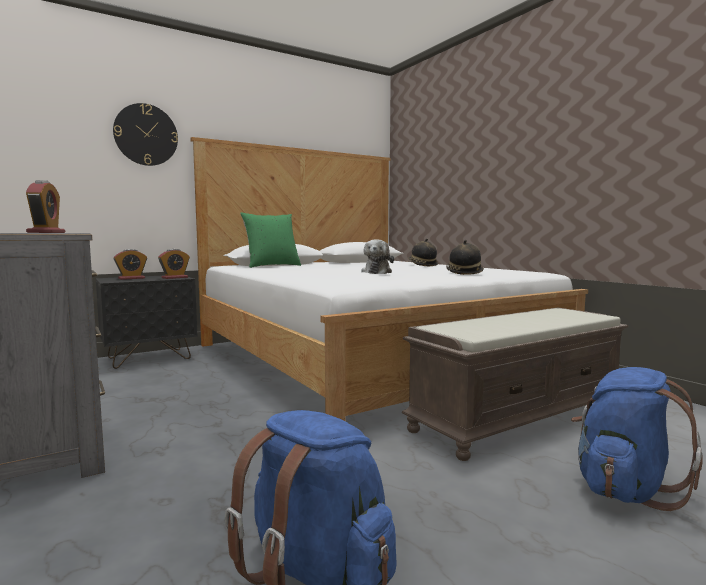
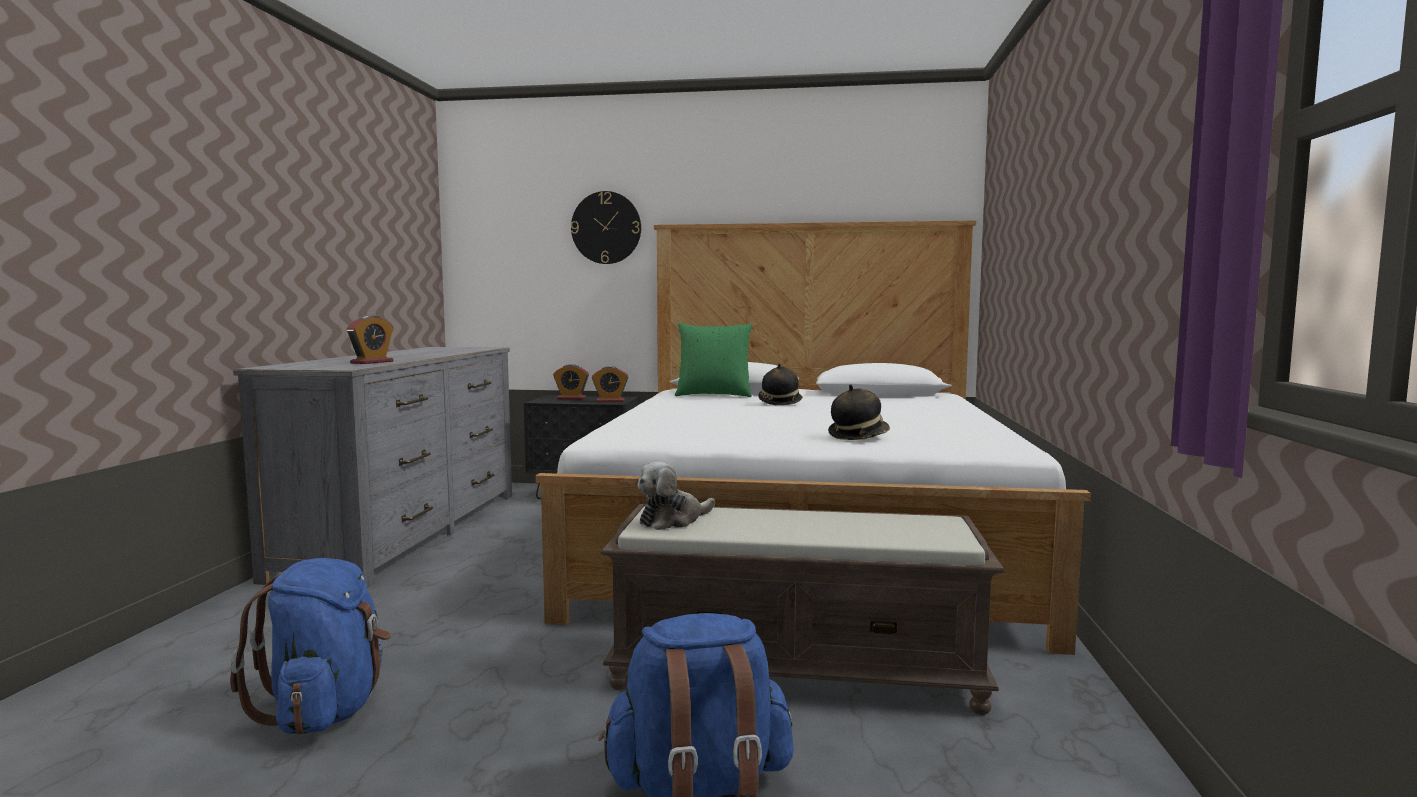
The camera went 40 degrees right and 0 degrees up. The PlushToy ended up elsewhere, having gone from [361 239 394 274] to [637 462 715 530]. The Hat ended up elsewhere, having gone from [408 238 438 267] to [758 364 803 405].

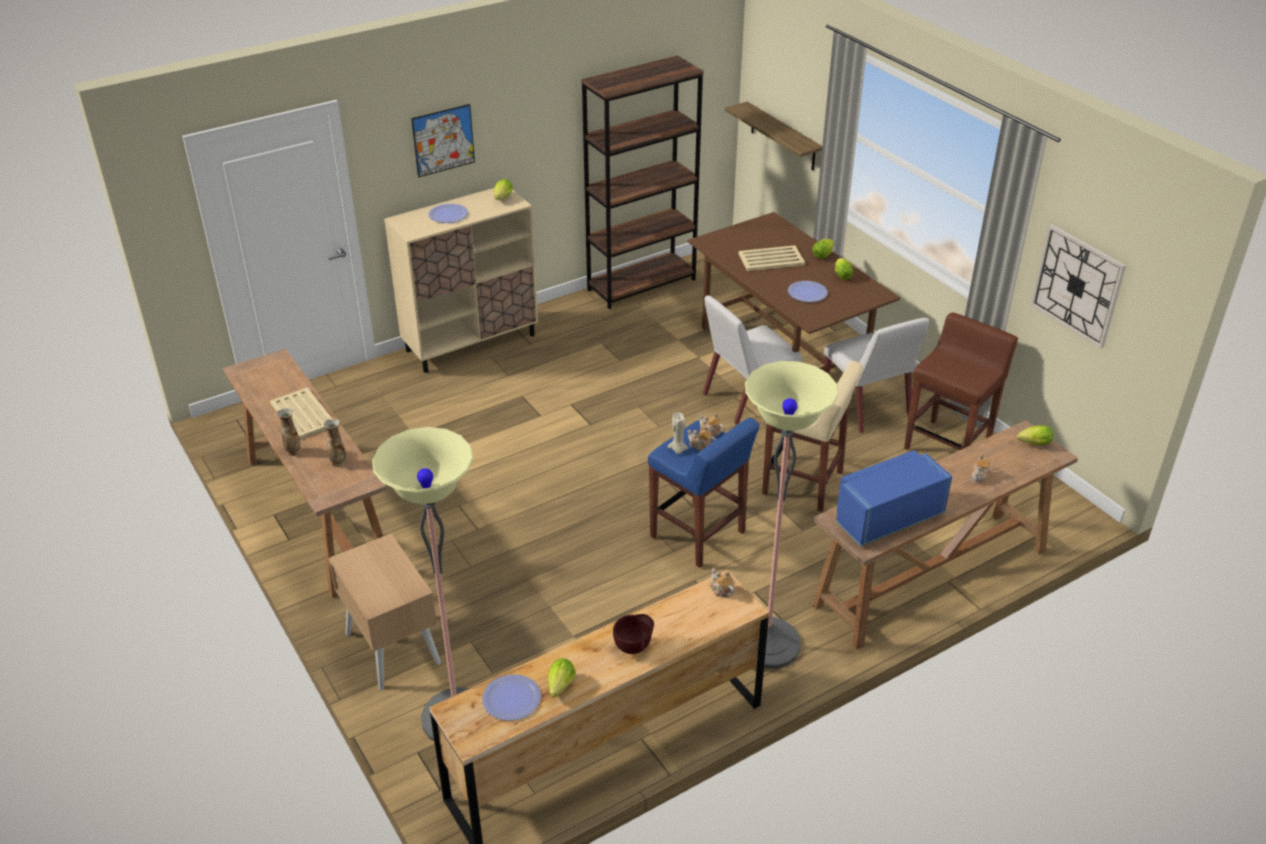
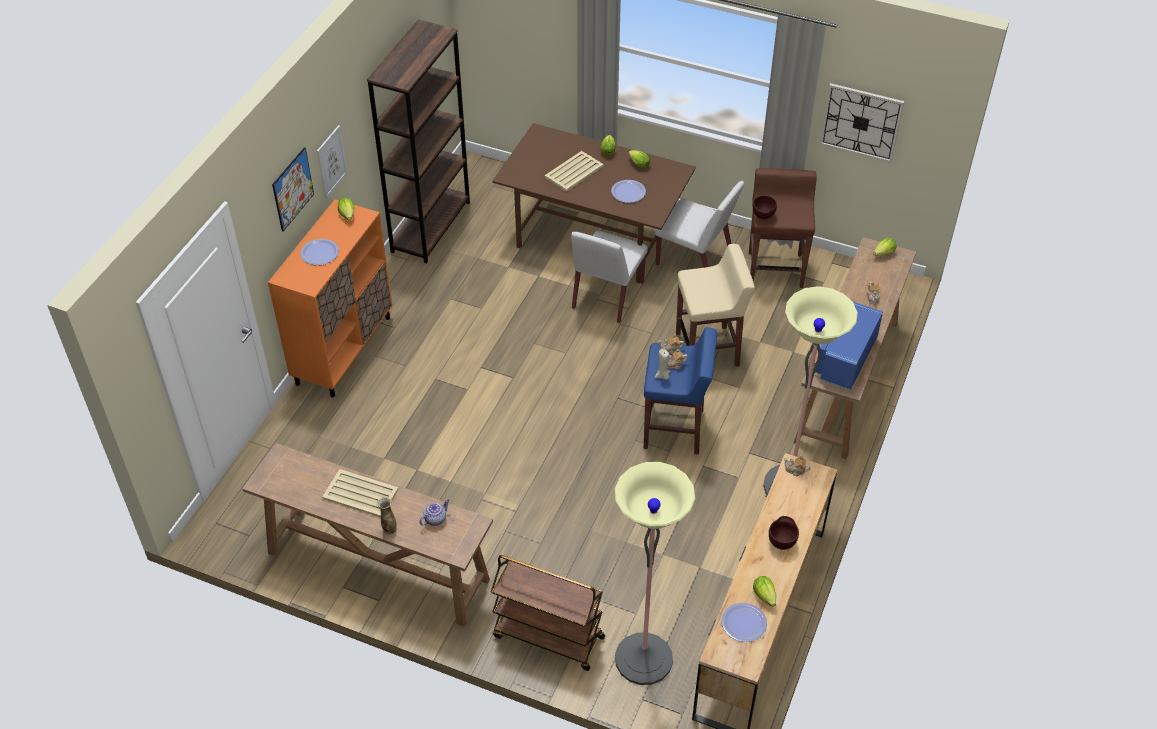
The camera went 35 degrees left and 10 degrees up. Where the Vase stood at [323 419 346 467], the Teapot came to stand at [419 500 449 526]. Where the BeigeNightstand stood at [328 534 441 690], the BrownCart came to stand at [491 555 605 671]. What was the BeigeCabinet at [384 188 538 373] turned into the OrangeCabinet at [268 199 393 398]. The second view lost the Shelf at [725 102 822 171]. The second view gained the Picture at [317 125 347 199]. The second view gained the BrownBowl at [753 195 777 219].

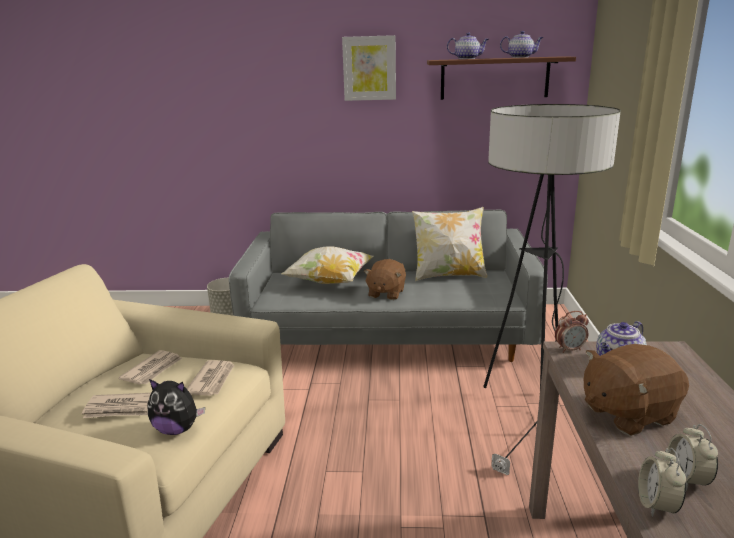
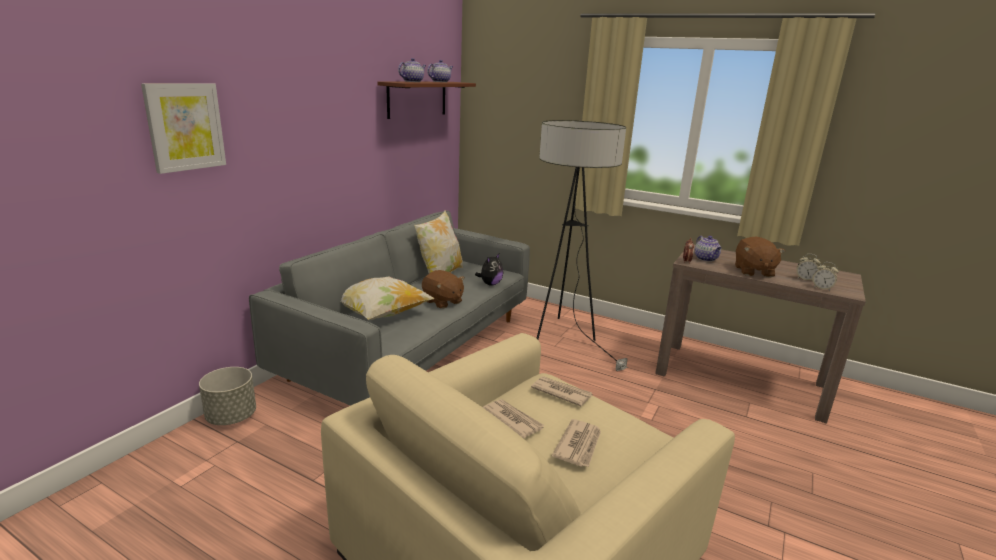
The camera went 65 degrees left and 0 degrees up. The PlushToy ended up elsewhere, having gone from [148 379 205 435] to [475 254 503 286]. The Picture ended up elsewhere, having gone from [342 35 396 101] to [141 83 226 174].

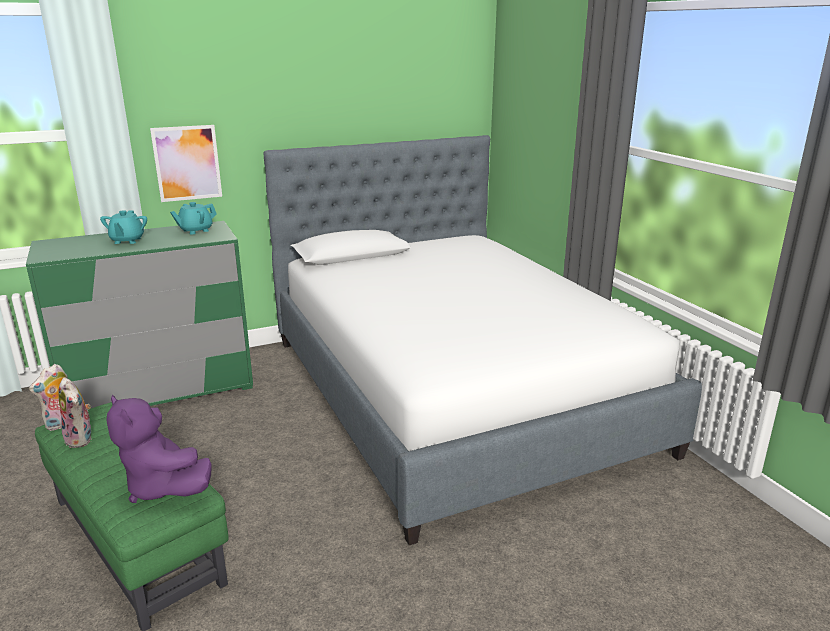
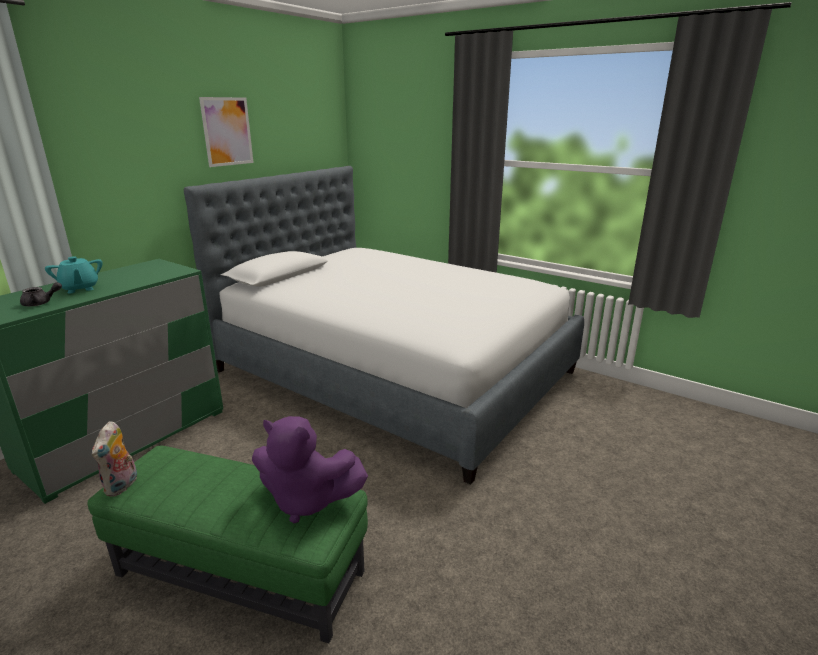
The camera went 30 degrees left and 0 degrees up. The second view lost the PlushToy at [58 377 92 448]. The Picture ended up elsewhere, having gone from [150 125 222 202] to [199 97 254 167]. The second view lost the TurquoiseTeapot at [170 202 216 235]. The second view gained the GreyTeapot at [20 282 62 306].

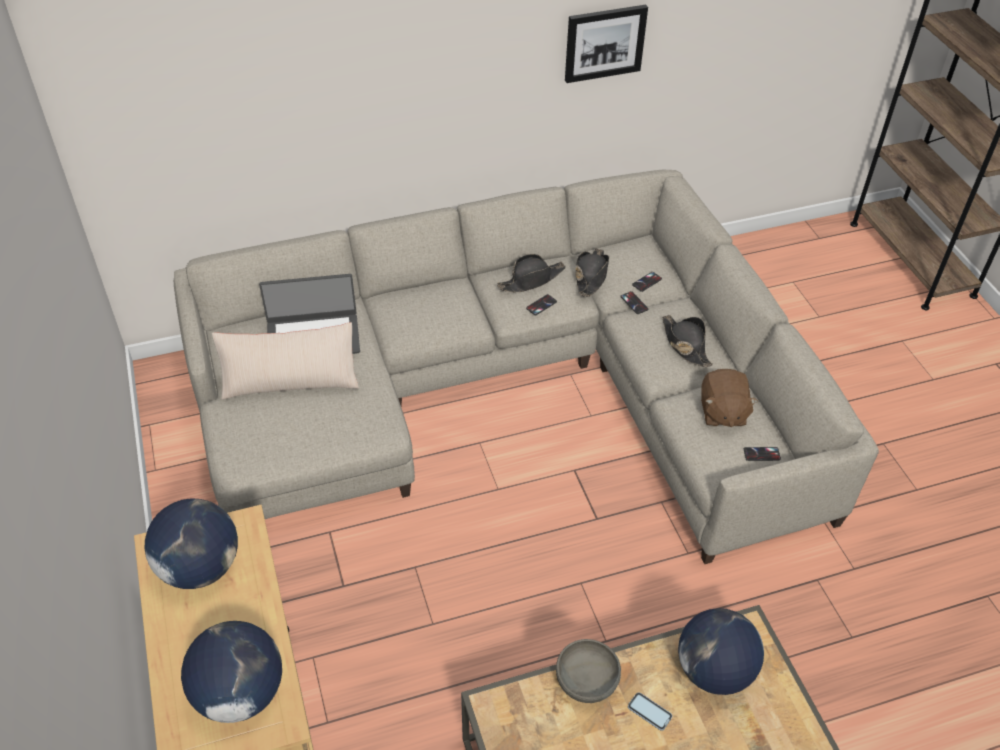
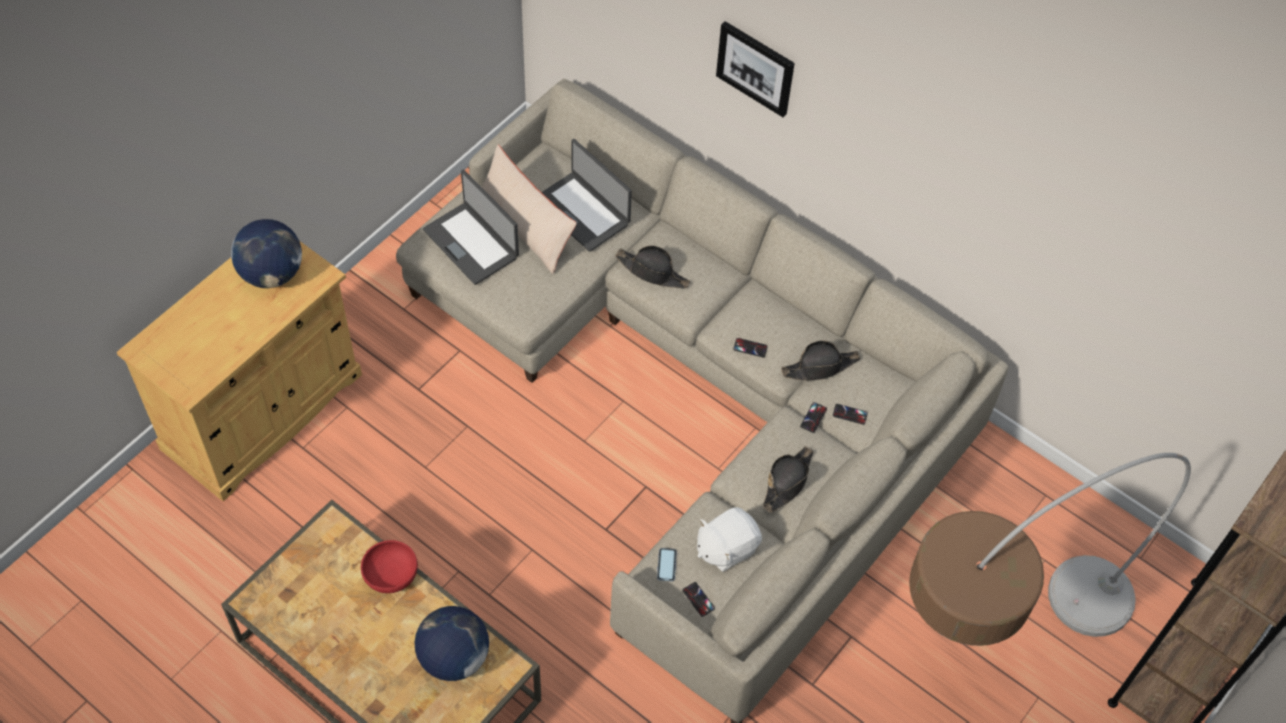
The camera went 55 degrees right and 10 degrees up. The second view lost the Globe at [181 621 282 723]. The BlackHat ended up elsewhere, having gone from [497 254 566 292] to [615 245 690 288]. What was the GreyBowl at [556 639 621 703] turned into the RedBowl at [361 540 418 593]. The Picture ended up elsewhere, having gone from [565 5 648 83] to [716 21 795 117]. The Phone ended up elsewhere, having gone from [628 692 672 731] to [657 548 677 581]. What was the BrownPlushToy at [701 369 758 427] turned into the WhitePlushToy at [697 507 762 572]. The second view gained the Laptop at [423 170 519 285]. The second view gained the FloorLamp at [909 453 1191 646].

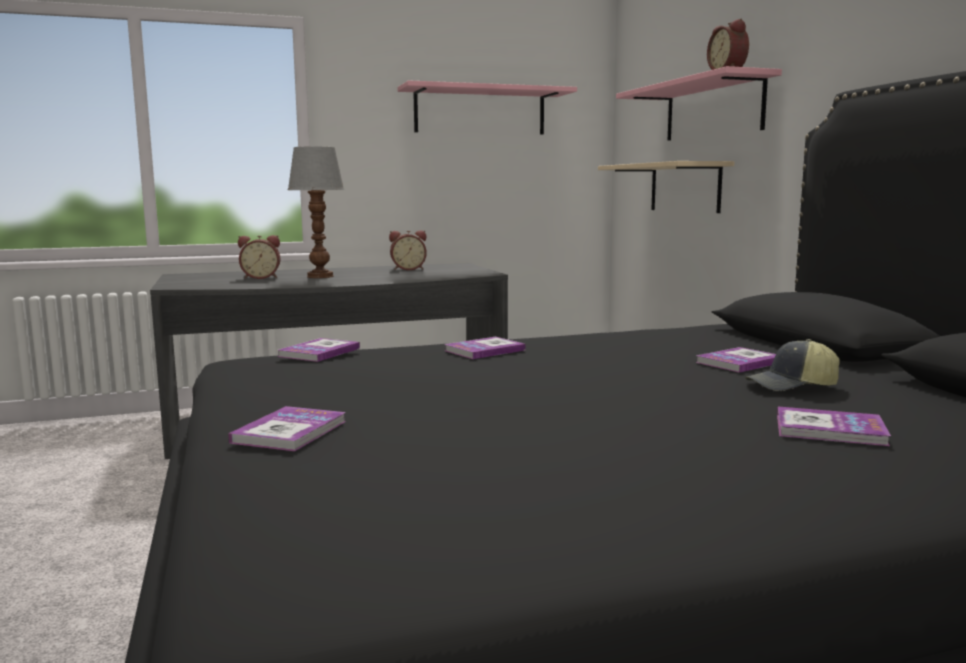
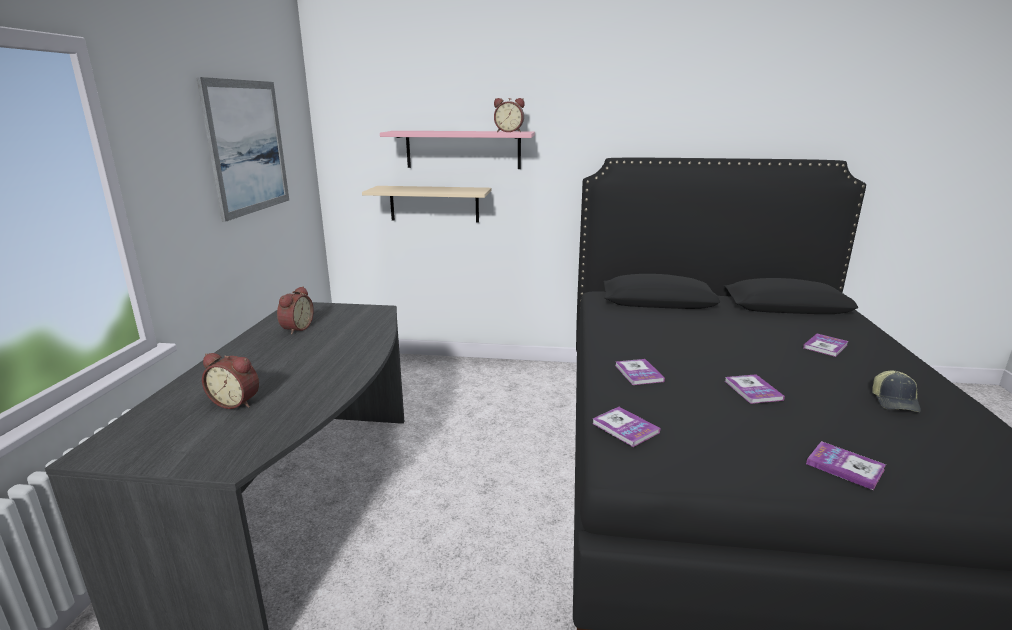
The camera went 65 degrees left and 10 degrees up. The AlarmClock at [238 235 280 279] ended up facing another way, 90 degrees clockwise from before. The second view lost the TableLamp at [288 146 344 278]. Where the PinkShelf hung at [397 80 577 135], the Picture came to hang at [196 77 289 222]. The Book ended up elsewhere, having gone from [696 347 776 373] to [725 374 785 404]. The Cap ended up elsewhere, having gone from [745 339 840 391] to [872 371 921 412].

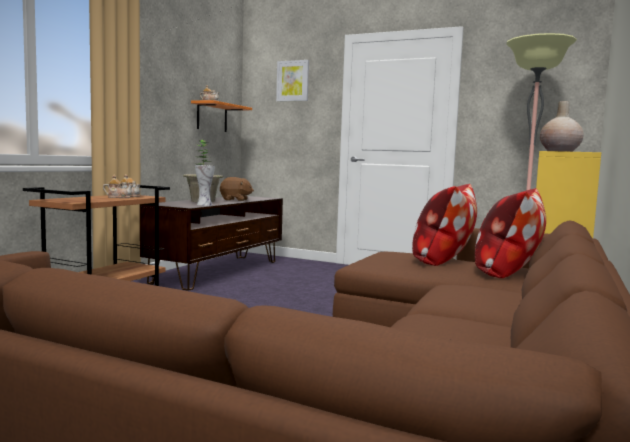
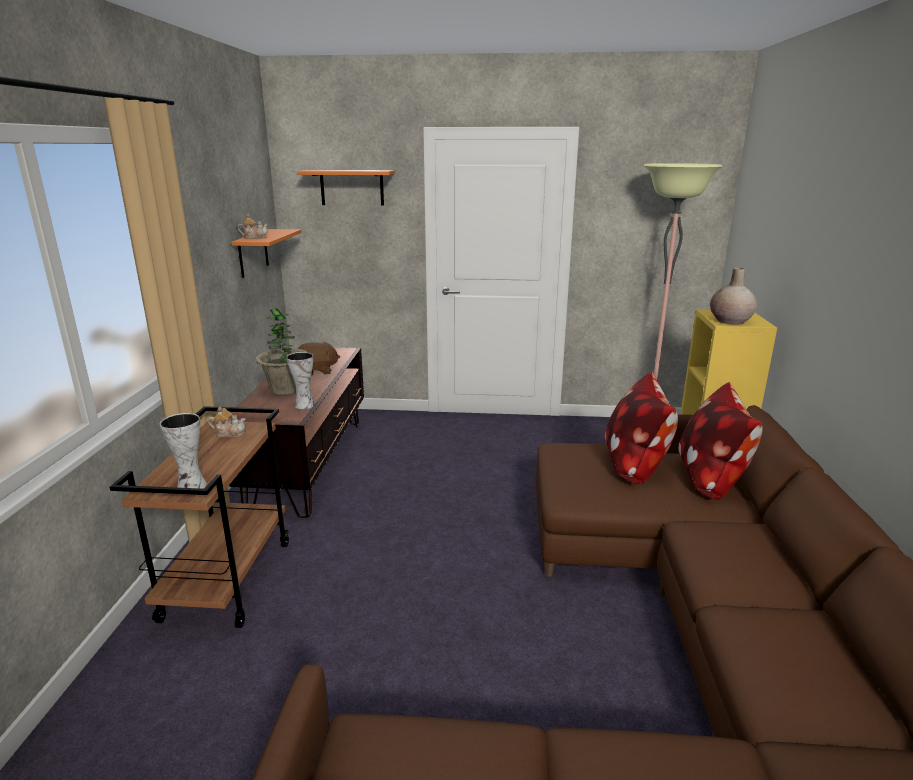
The camera went 20 degrees left and 15 degrees up. The second view lost the Teapot at [103 175 133 198]. Where the Picture hung at [276 60 309 102], the OrangeShelf came to hang at [297 170 395 206]. The second view gained the Vase at [160 413 207 489].

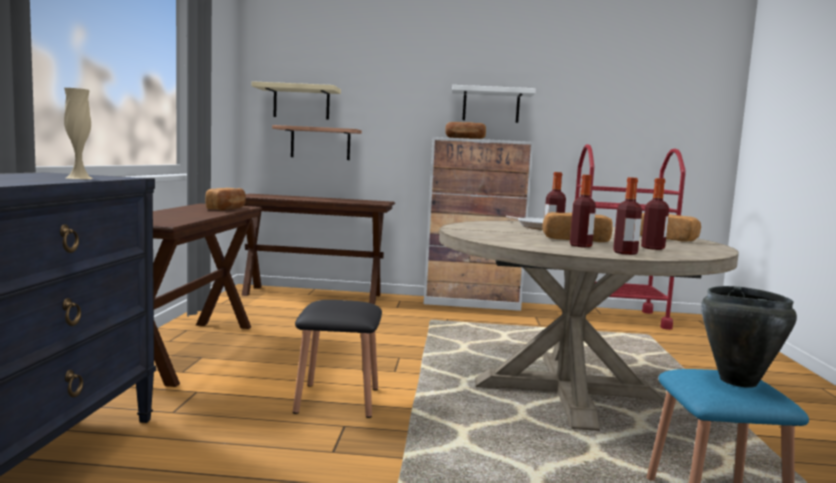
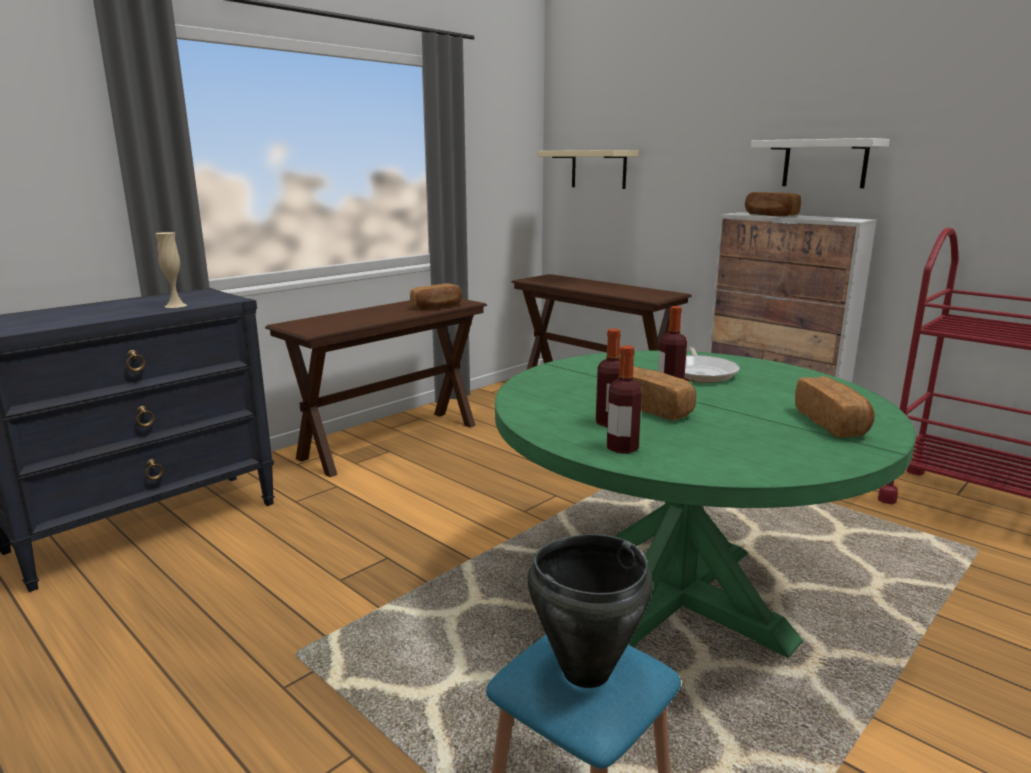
The camera went 40 degrees right and 10 degrees up. The second view lost the Shelf at [272 125 362 160]. The second view lost the BlackStool at [293 300 382 418]. What was the BeigeDiningTable at [439 221 739 431] turned into the GreenDiningTable at [495 350 916 658]. The second view lost the Bottle at [641 178 669 250].

